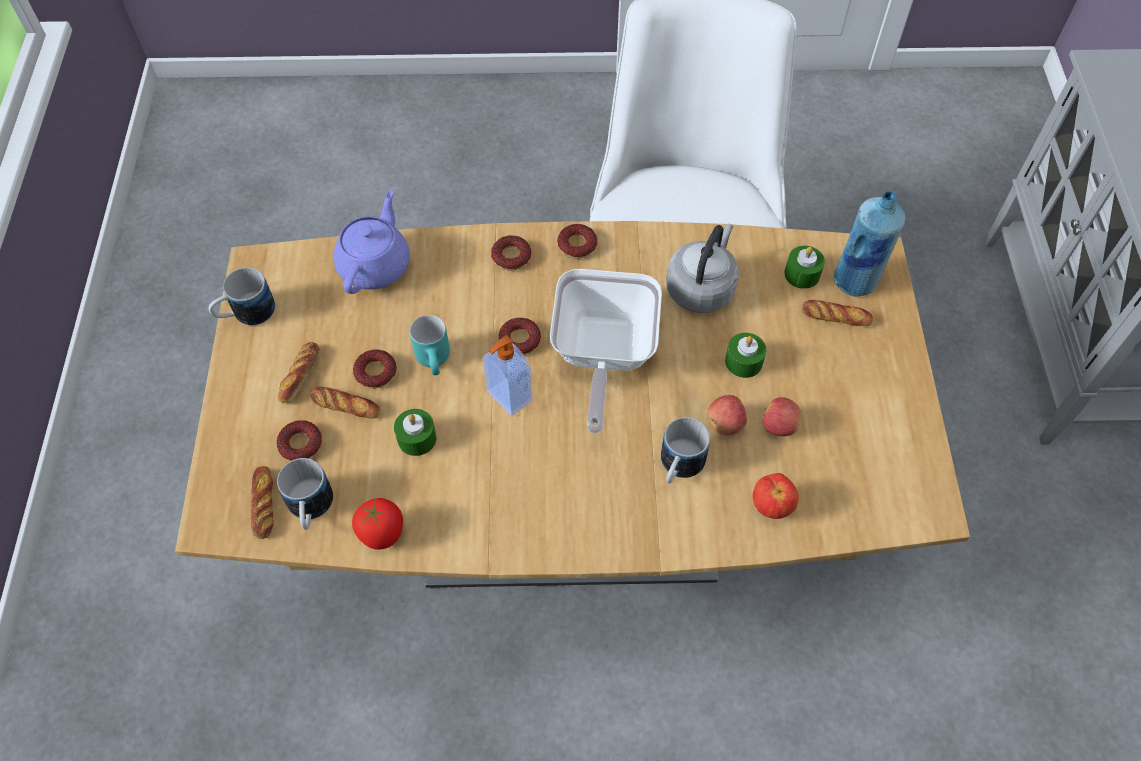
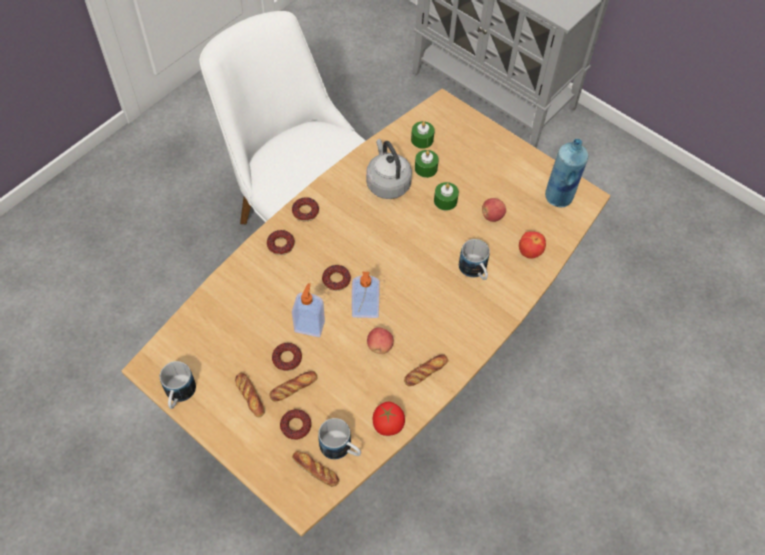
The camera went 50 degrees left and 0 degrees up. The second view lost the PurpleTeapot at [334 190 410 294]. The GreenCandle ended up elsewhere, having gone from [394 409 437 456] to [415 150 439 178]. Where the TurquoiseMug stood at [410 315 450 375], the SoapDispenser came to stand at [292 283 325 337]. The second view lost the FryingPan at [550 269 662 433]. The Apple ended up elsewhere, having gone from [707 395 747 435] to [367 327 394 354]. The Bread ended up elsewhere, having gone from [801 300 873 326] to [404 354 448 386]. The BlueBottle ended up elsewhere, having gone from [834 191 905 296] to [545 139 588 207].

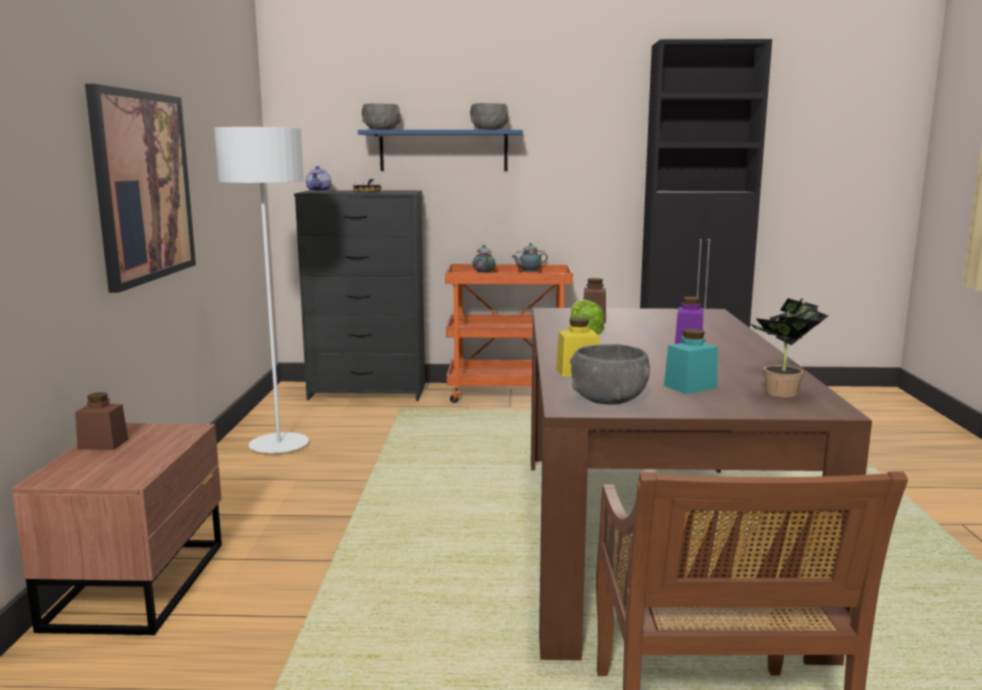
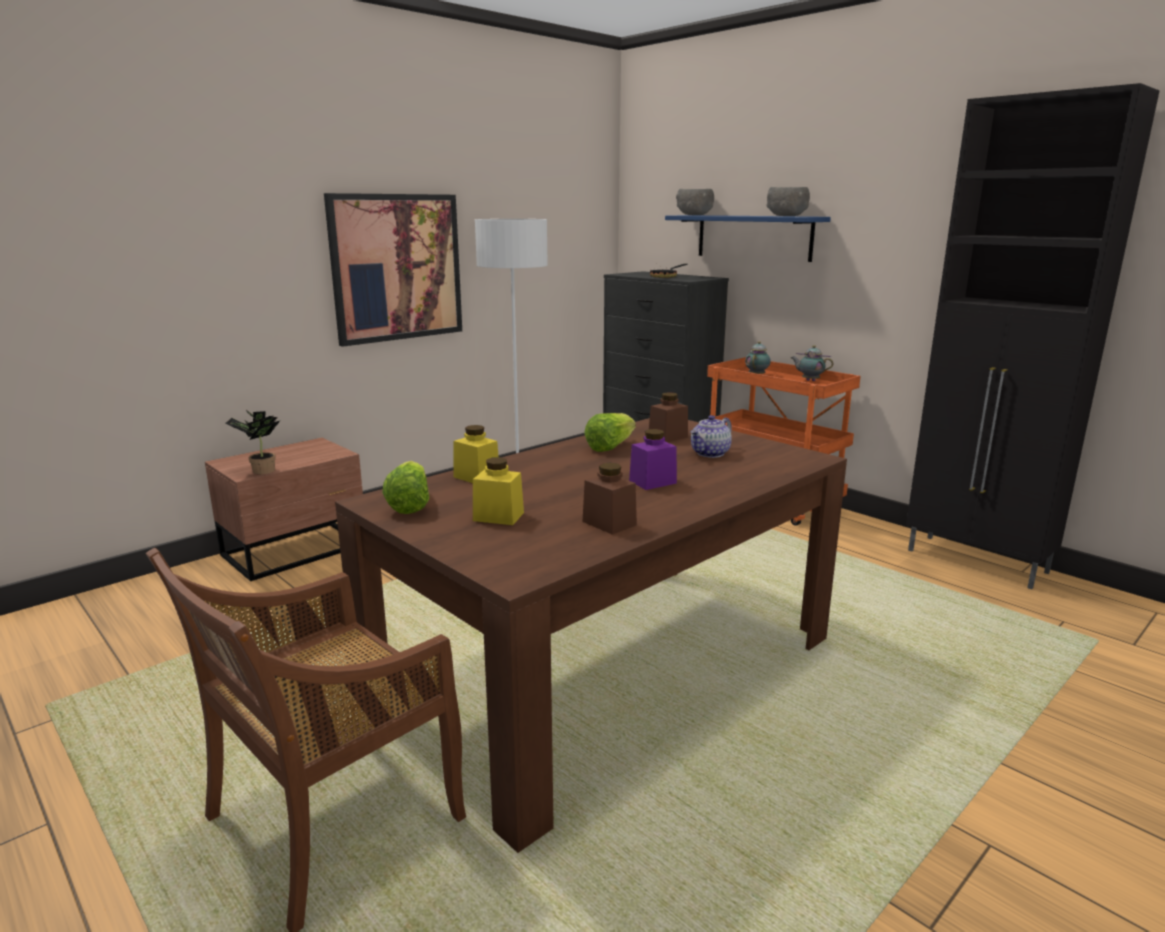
The camera went 45 degrees right and 5 degrees up. The BrownJar ended up elsewhere, having gone from [75 392 128 450] to [582 463 637 535]. The Teapot ended up elsewhere, having gone from [306 166 331 192] to [690 415 732 458]. Where the GreyBowl stood at [570 344 650 405], the Lettuce came to stand at [382 461 429 514]. What was the TurquoiseJar at [664 329 718 394] turned into the YellowJar at [473 457 524 525]. The PottedPlant ended up elsewhere, having gone from [749 298 828 397] to [225 410 280 474].

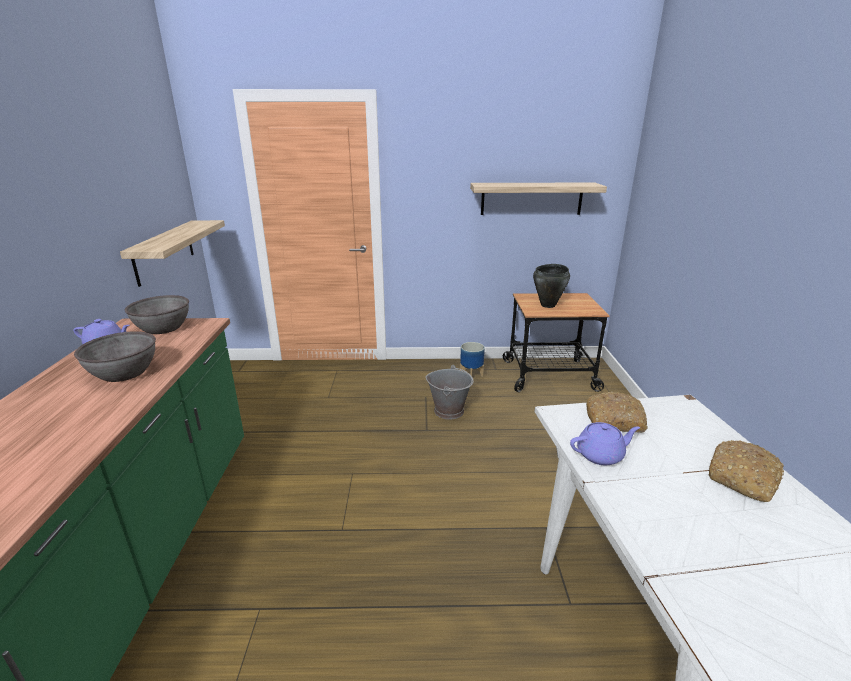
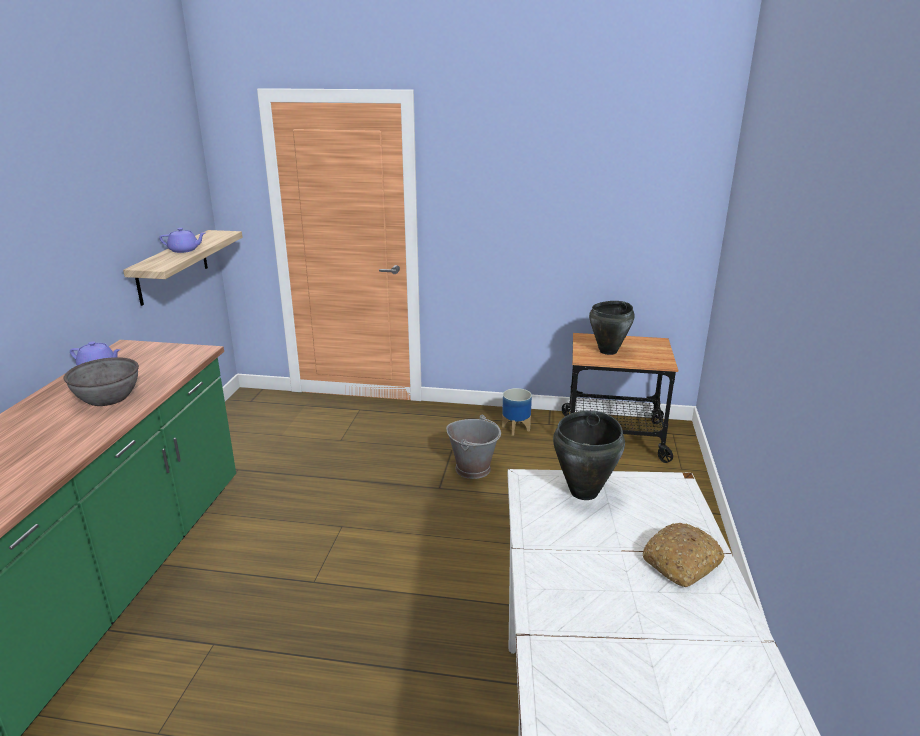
The camera went 10 degrees right and 0 degrees up. The second view lost the GreyBowl at [125 295 189 334]. The second view lost the Shelf at [470 183 607 215]. The PurpleTeapot ended up elsewhere, having gone from [570 422 640 465] to [159 228 205 253]. Where the Bread stood at [586 392 648 433], the BlackCookingPot came to stand at [553 410 625 500].

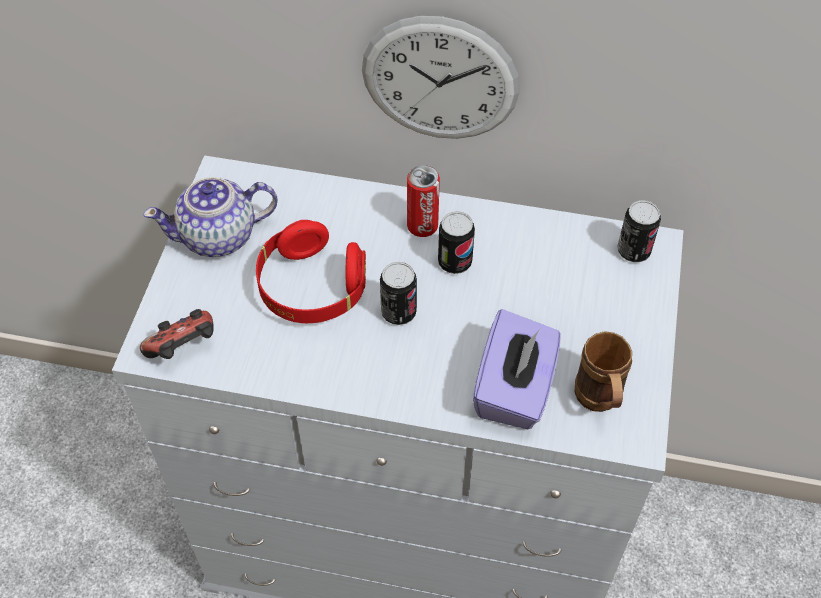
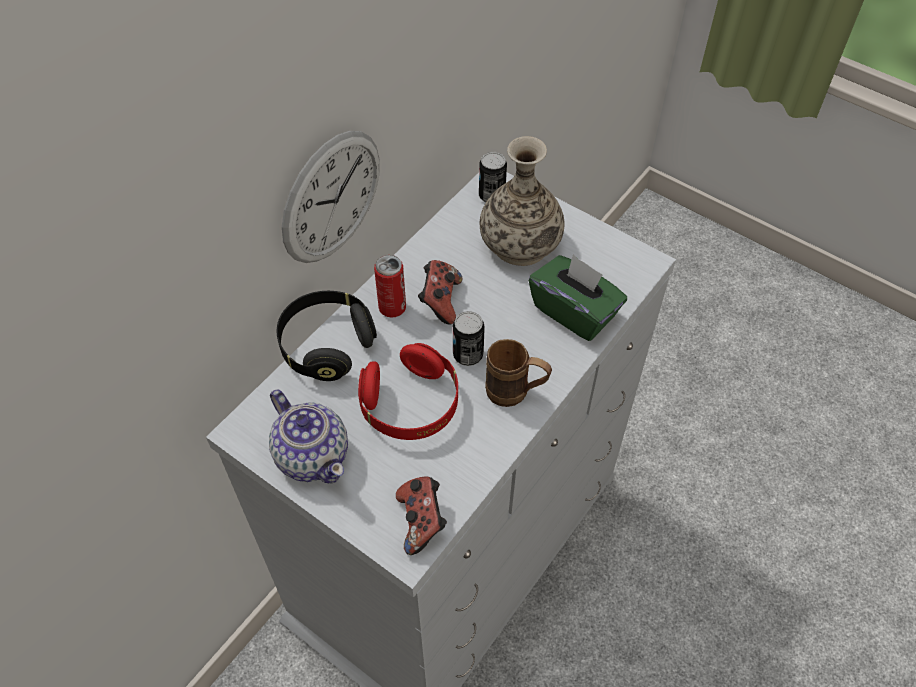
The camera went 65 degrees left and 0 degrees up. The Teapot at [143 177 278 257] ended up facing another way, 45 degrees counterclockwise from before. Where the Can stood at [438 211 475 274], the GameController came to stand at [418 260 462 325]. What was the PurpleTissueBox at [473 309 561 429] turned into the GreenTissueBox at [529 254 627 341]. The BrownMug ended up elsewhere, having gone from [574 331 632 412] to [485 339 552 407]. The second view gained the BlackHeadphones at [277 291 377 381]. The second view gained the Vase at [480 136 564 266].

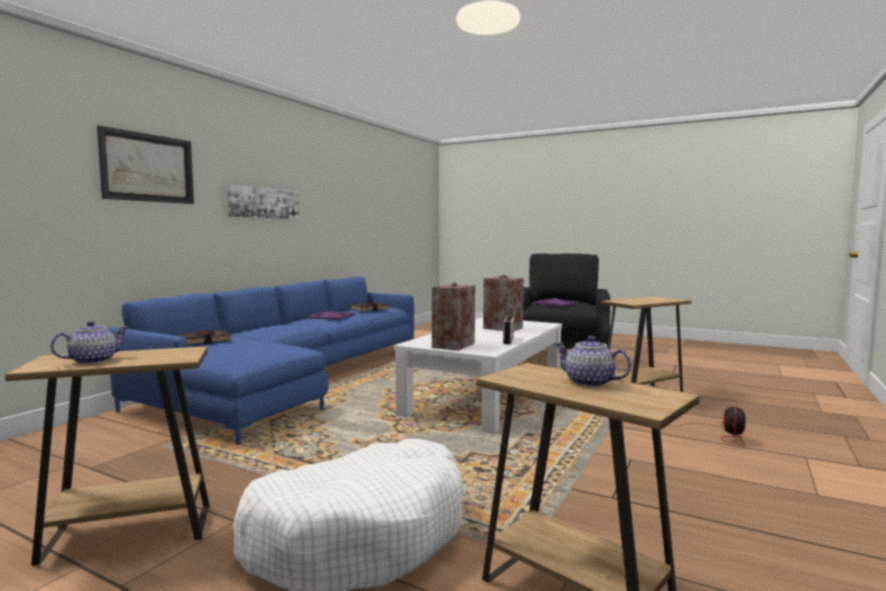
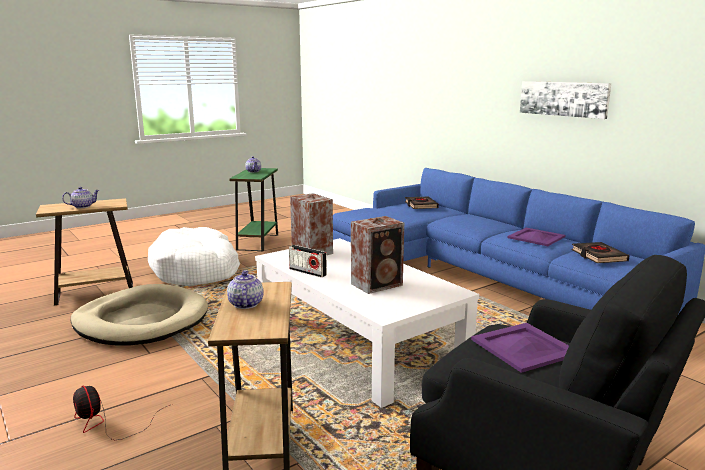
The camera went 115 degrees right and 10 degrees up. What was the BrownSideTable at [5 346 210 566] turned into the GreenSideTable at [229 168 278 251]. The second view lost the Picture at [97 126 194 204]. The second view gained the BeigeDogBed at [70 284 208 345]. The second view gained the Teapot at [227 270 263 309].

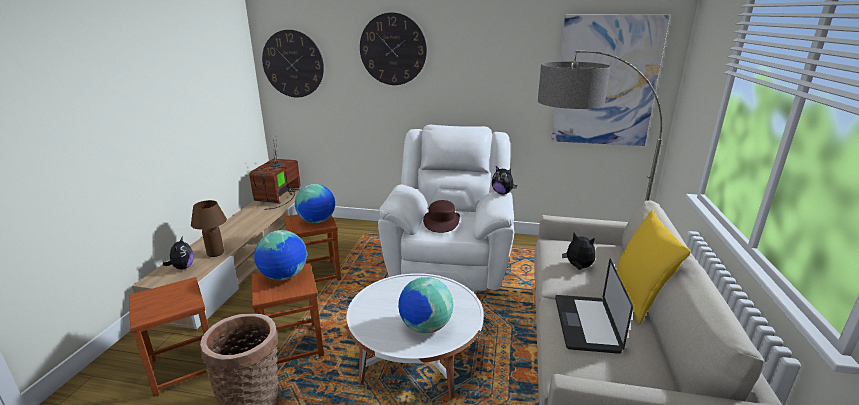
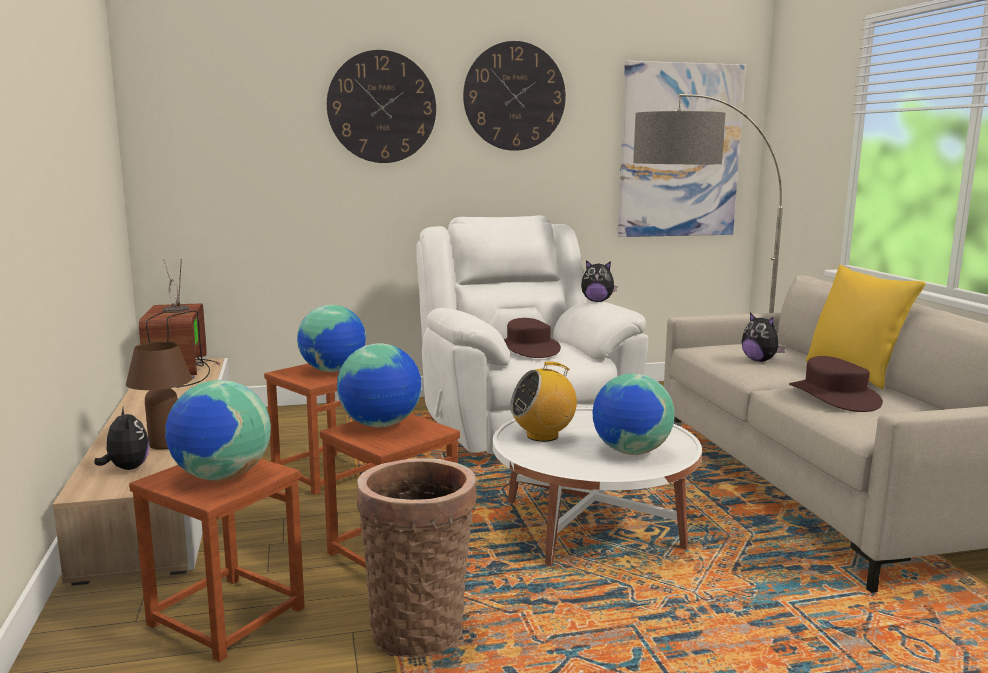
The camera went 25 degrees left and 10 degrees down. The WallClock ended up elsewhere, having gone from [262 30 324 97] to [463 41 566 151]. Where the Laptop stood at [555 259 633 354], the BrownHat came to stand at [789 356 883 412]. The PlushToy at [562 233 595 270] ended up facing another way, 135 degrees counterclockwise from before. The second view gained the Globe at [165 380 271 481]. The second view gained the Radio at [510 362 577 442].

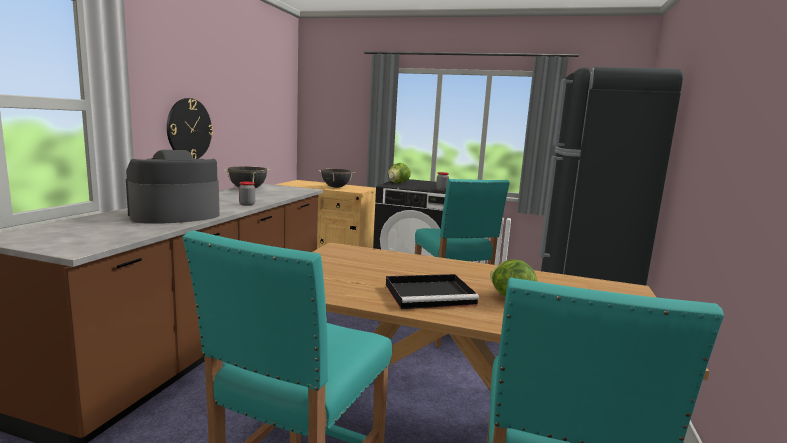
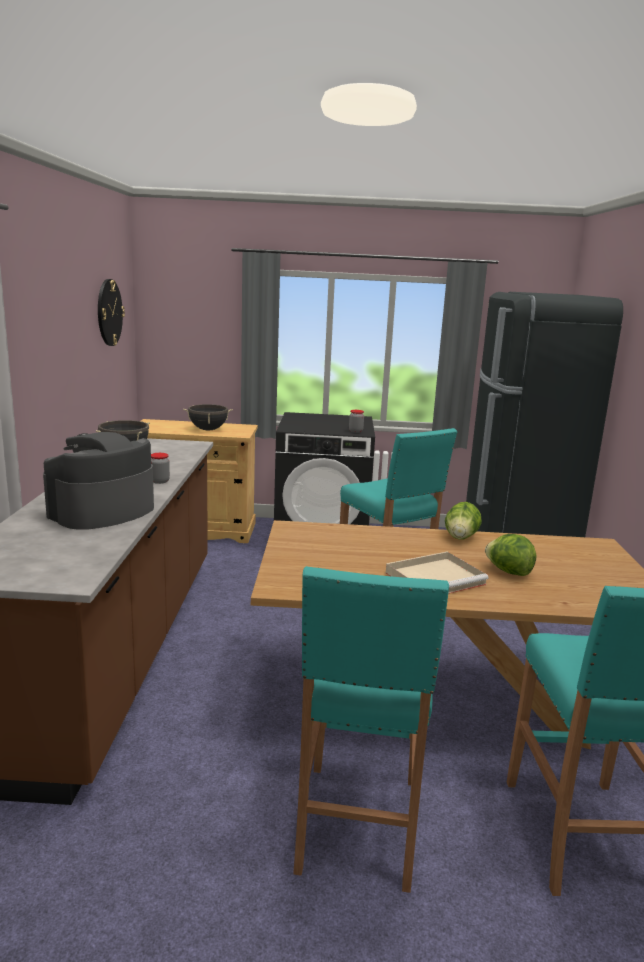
The camera went 15 degrees left and 5 degrees up. The WallClock ended up elsewhere, having gone from [167 98 213 159] to [98 279 125 346]. What was the BlackTray at [386 274 479 309] turned into the BeigeTray at [386 552 489 594]. The Lettuce ended up elsewhere, having gone from [388 163 411 183] to [445 502 482 540].

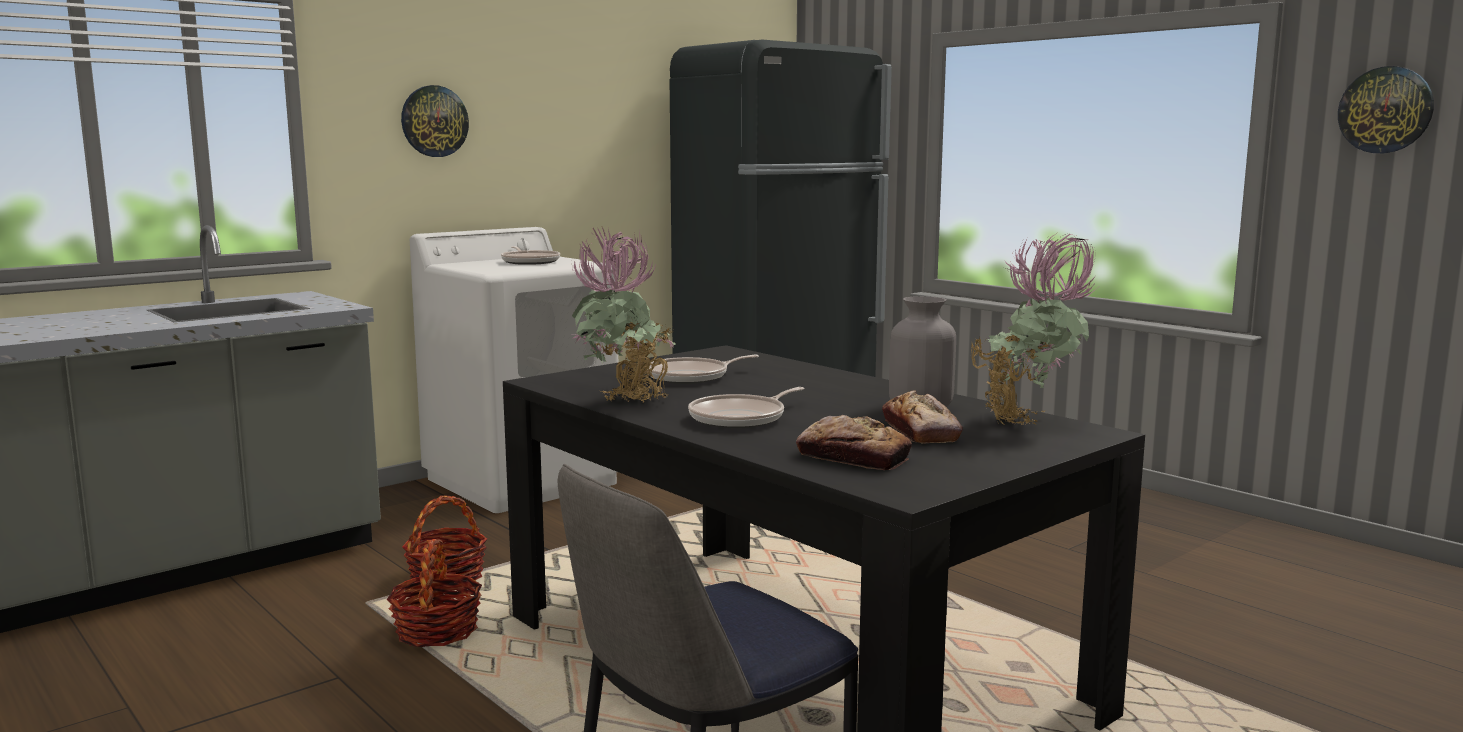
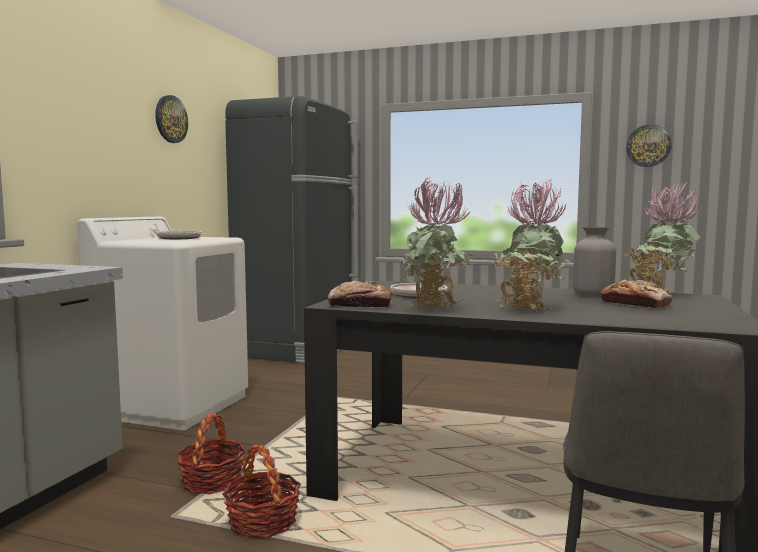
The camera went 30 degrees left and 5 degrees down. The WallClock ended up elsewhere, having gone from [401 85 469 157] to [155 95 188 143]. Where the FryingPan stood at [688 387 804 429], the PottedPlant came to stand at [493 179 570 313]. The Bread ended up elsewhere, having gone from [796 415 912 470] to [328 281 392 308].

